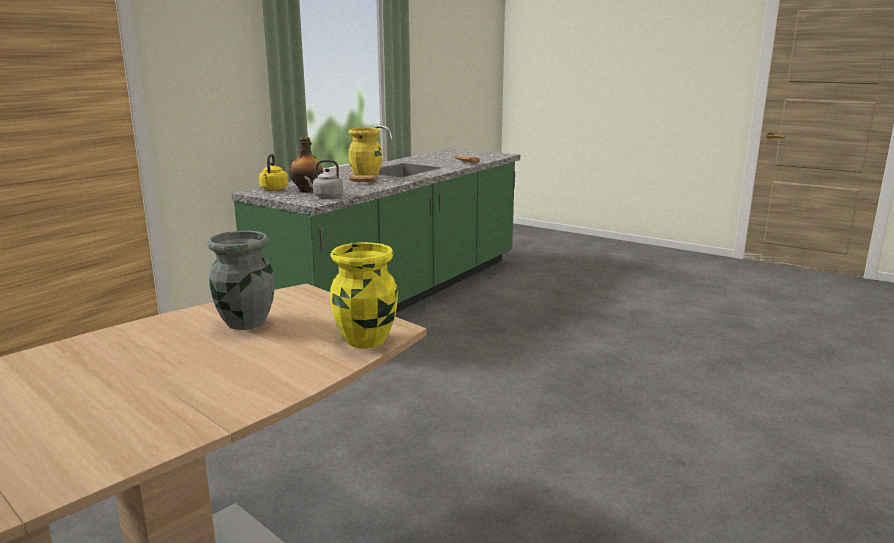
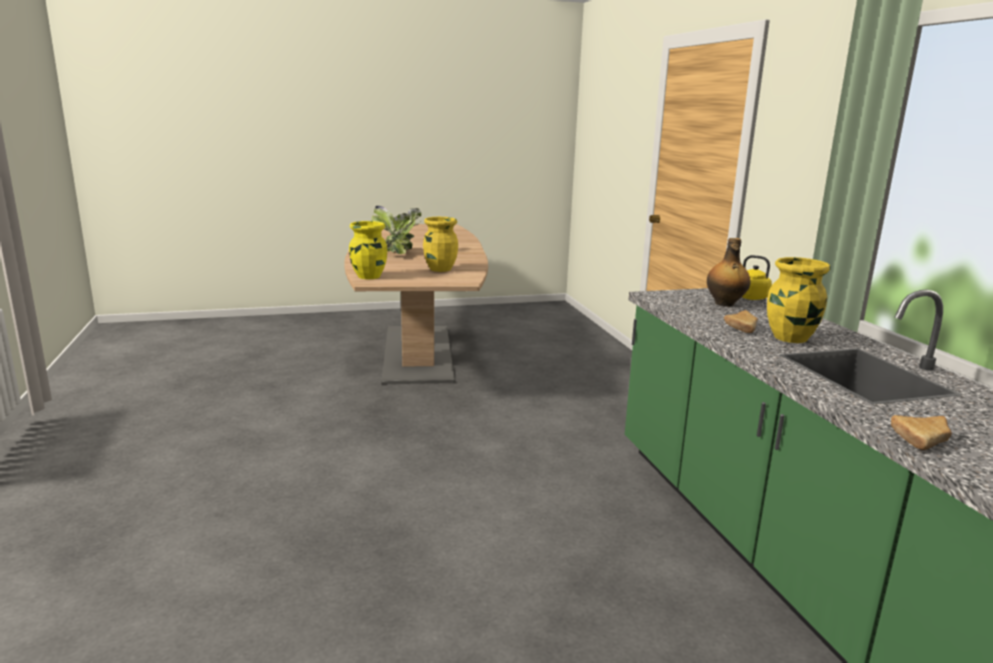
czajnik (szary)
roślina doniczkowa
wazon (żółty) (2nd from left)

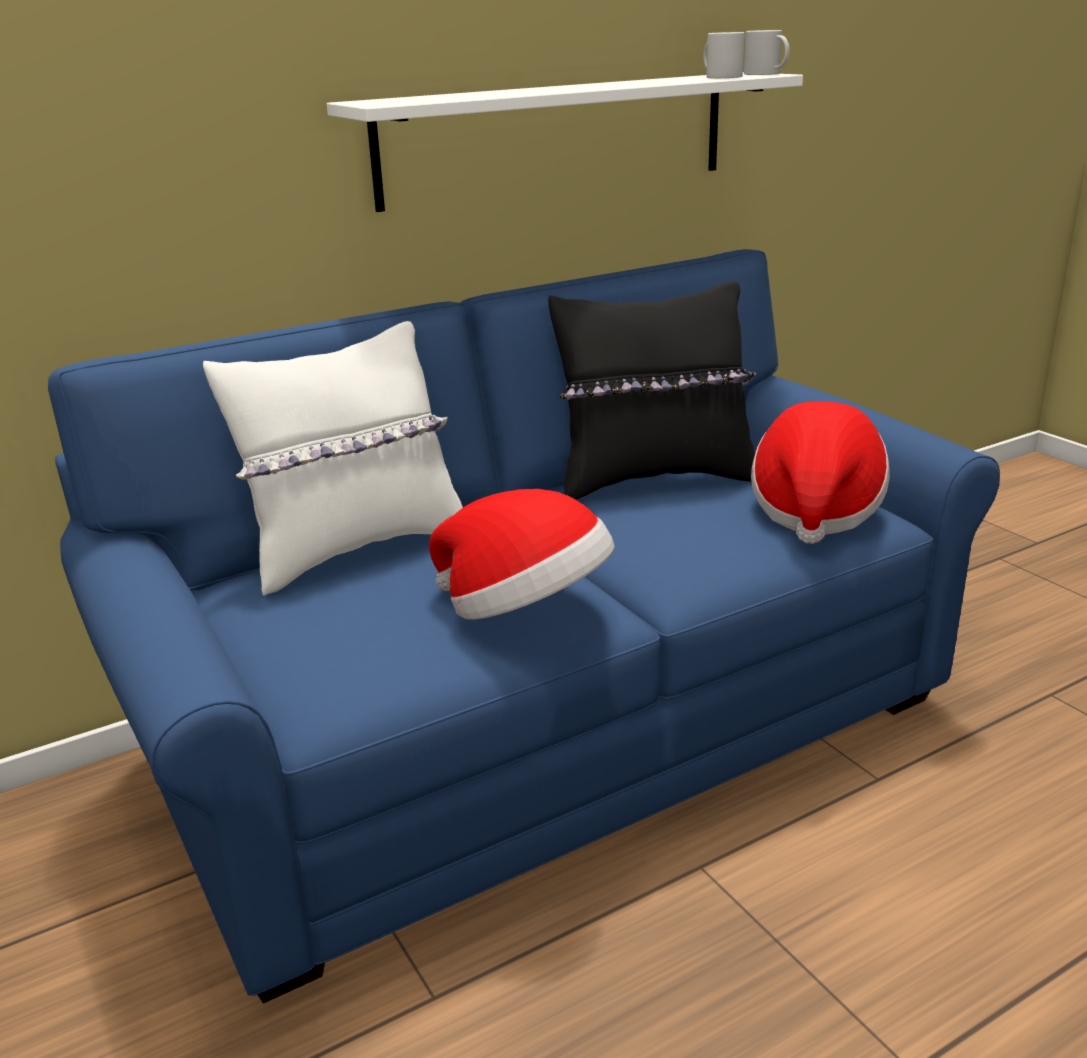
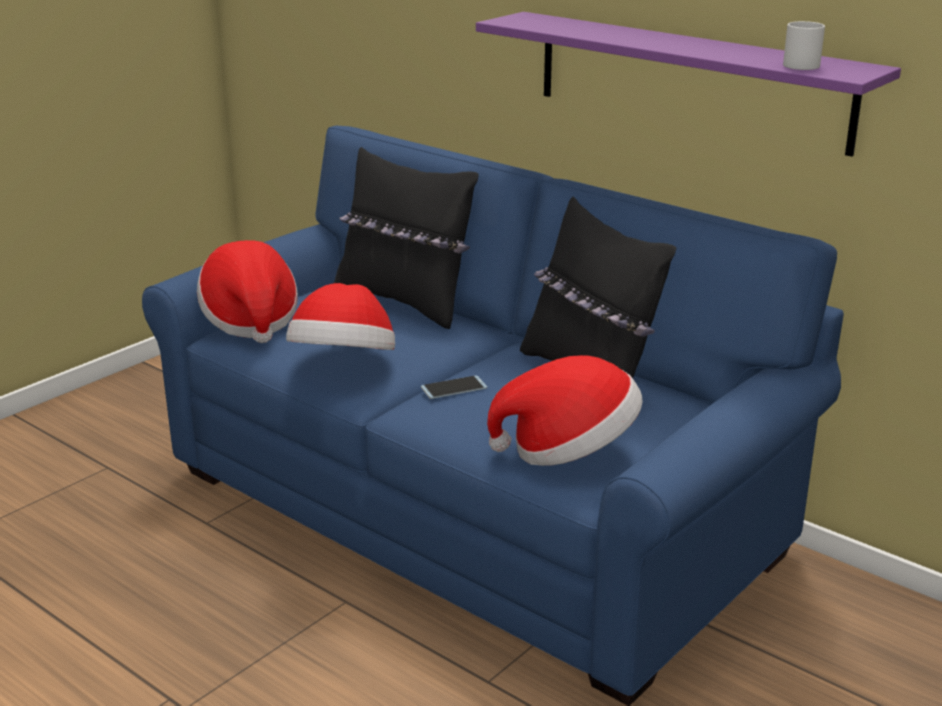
kubek (biały) (2nd from left in the first image)
kapelusz (1st from left)
telefon
poduszka (czarny) (1st from left)
półka (fioletowy)

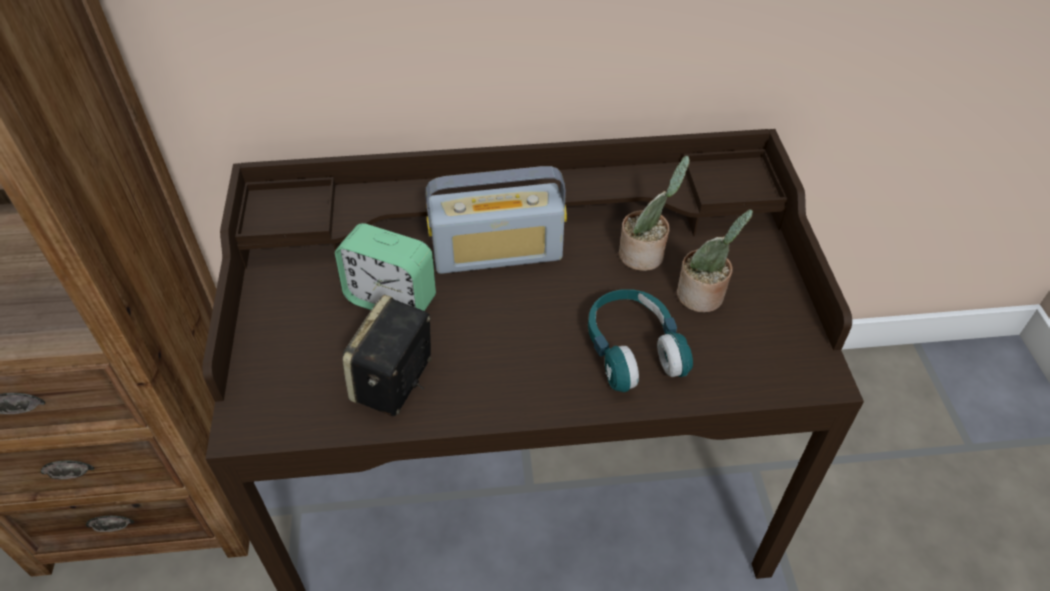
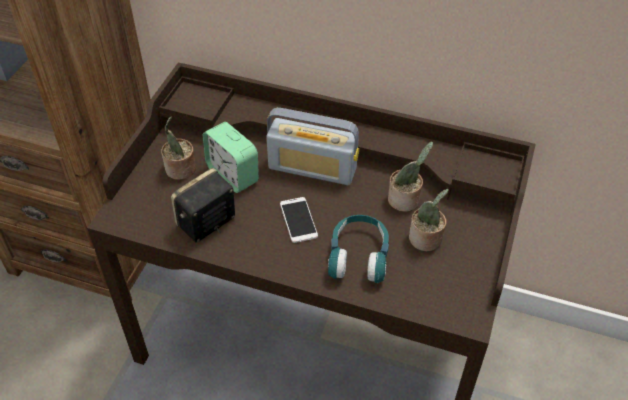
roślina doniczkowa (1st from left)
telefon

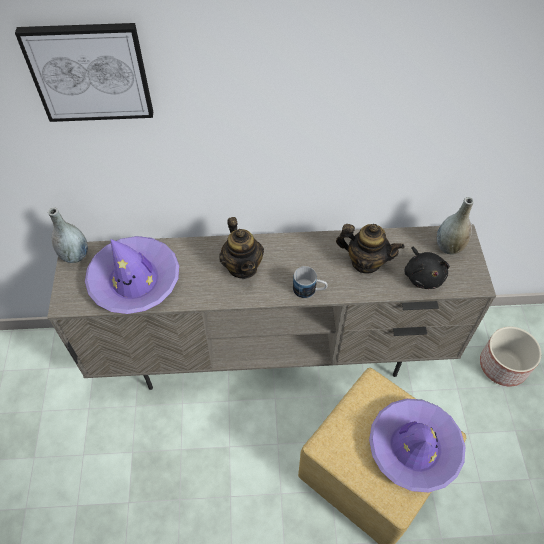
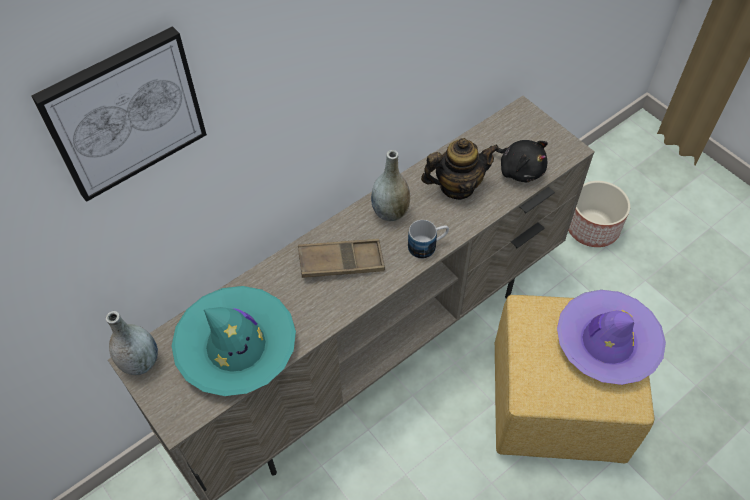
wazon (szary) (2nd from left)
taca (brązowy)
kapelusz (turkusowy)

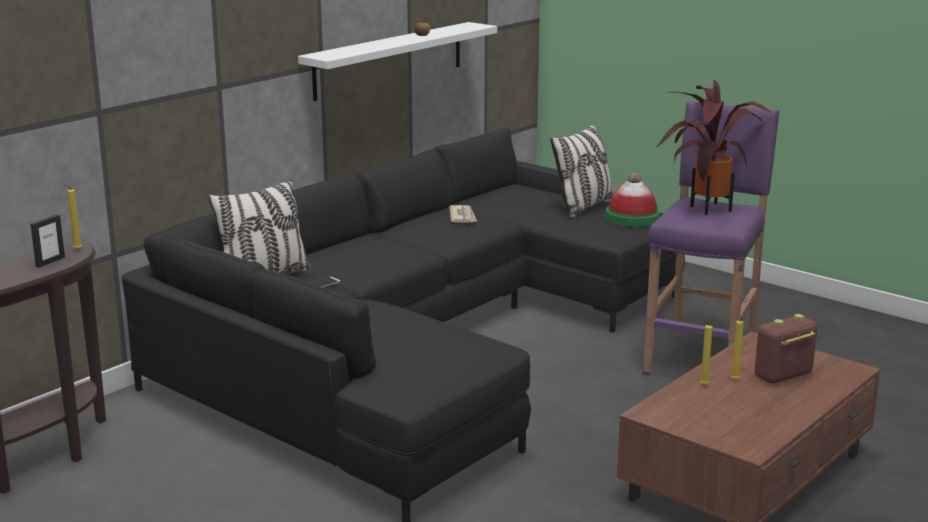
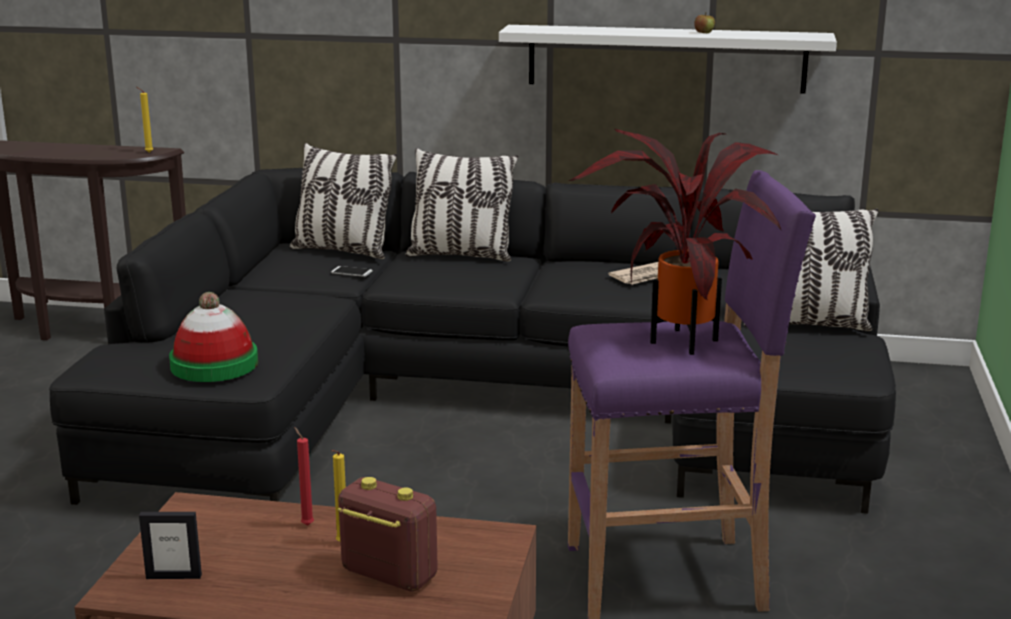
poduszka (2nd from left)
ramka na zdjęcie
kapelusz
świeca (czerwony)

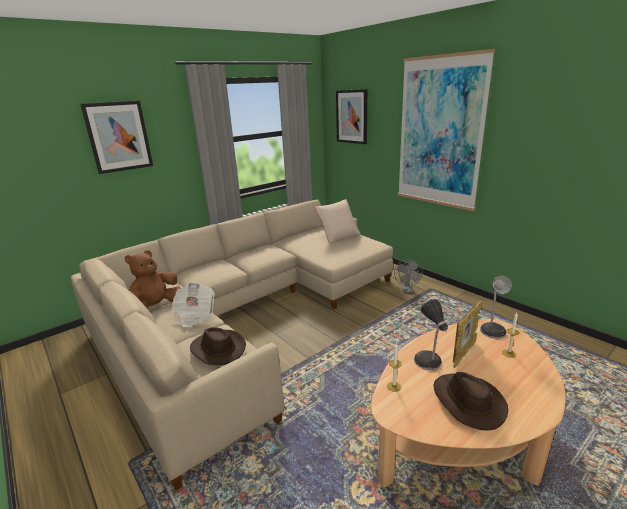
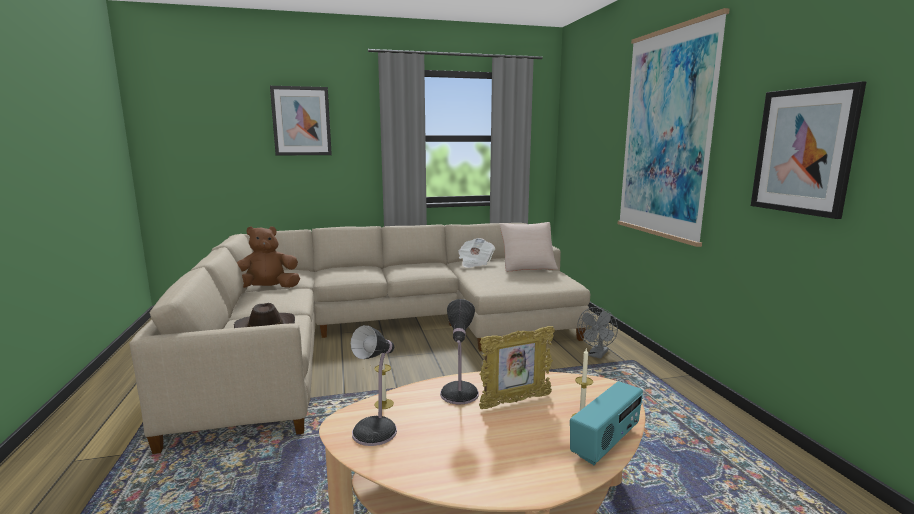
kapelusz (brązowy) (2nd from left in the first image)
radio
gazeta
obraz (3rd from left)
lampa stołowa (1st from left)

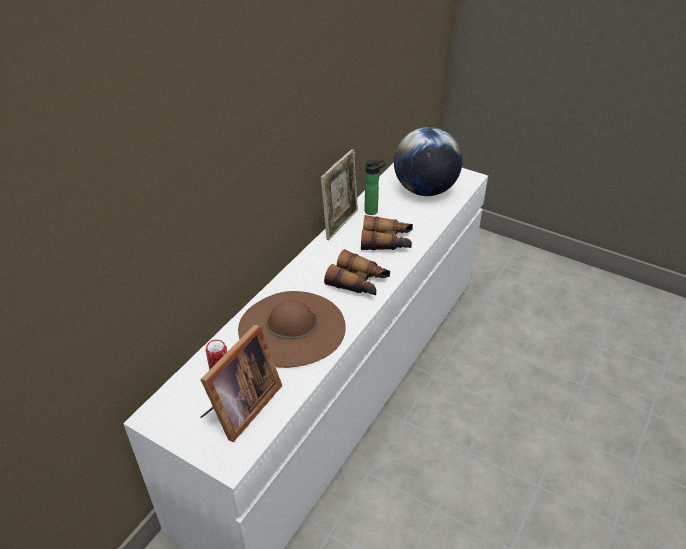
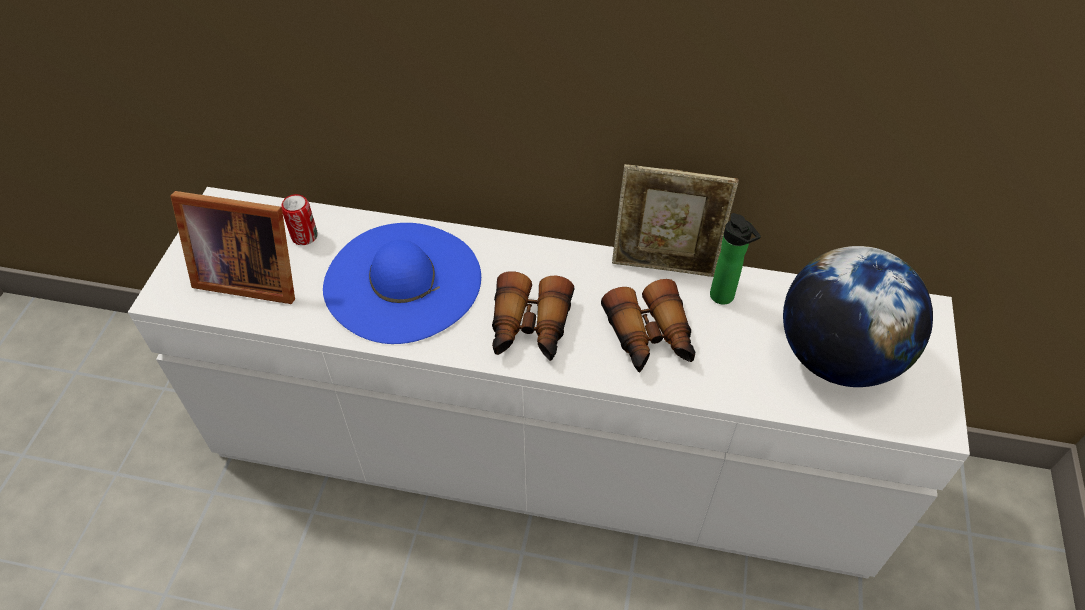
kapelusz (niebieski)

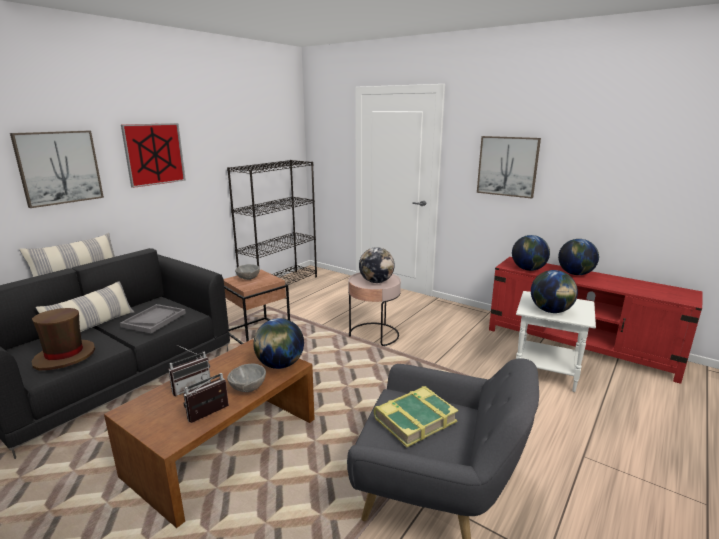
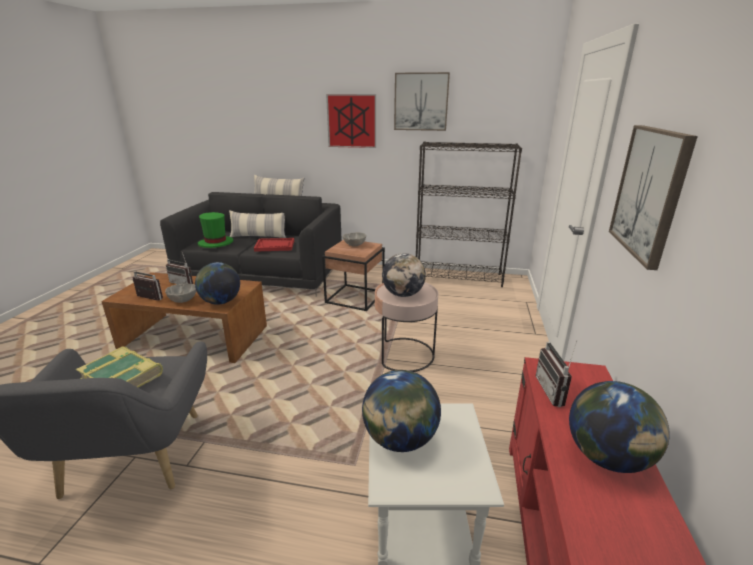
obraz (2nd from left)
radio (3rd from left)
kapelusz (zielony)
taca (czerwony)

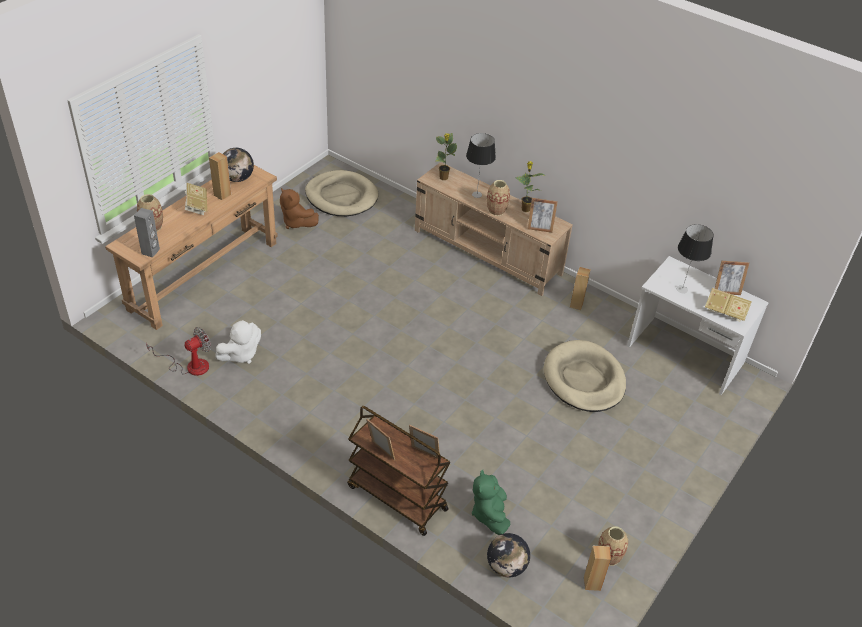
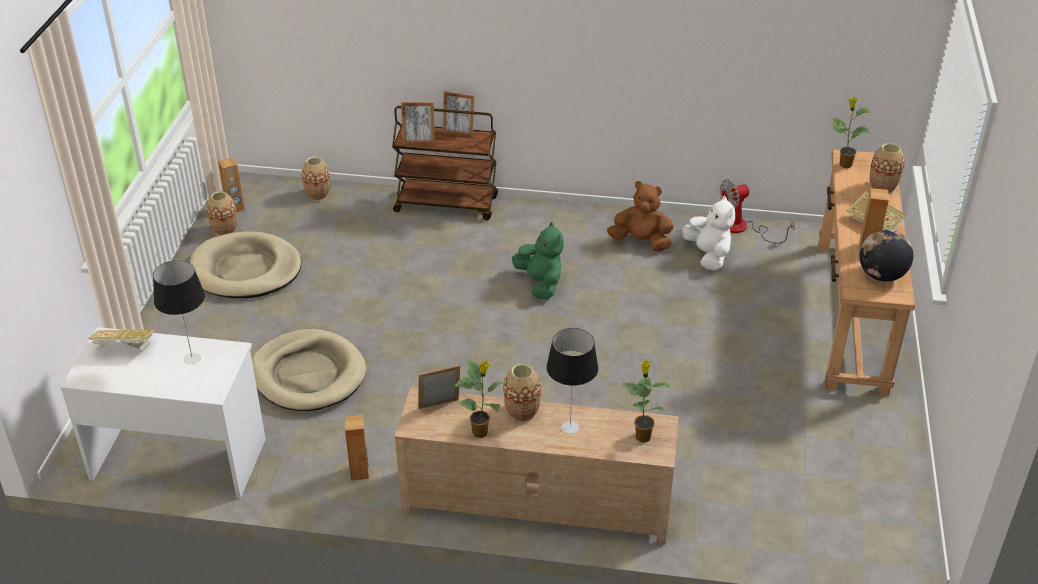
ramka na zdjęcie (4th from left in the first image)
pluszak (brązowy)
legowisko (beżowy) (1st from left)
pluszak (zielony)
roślina doniczkowa (3rd from left)
wazon (2nd from left)
wentylator
pluszak (biały)

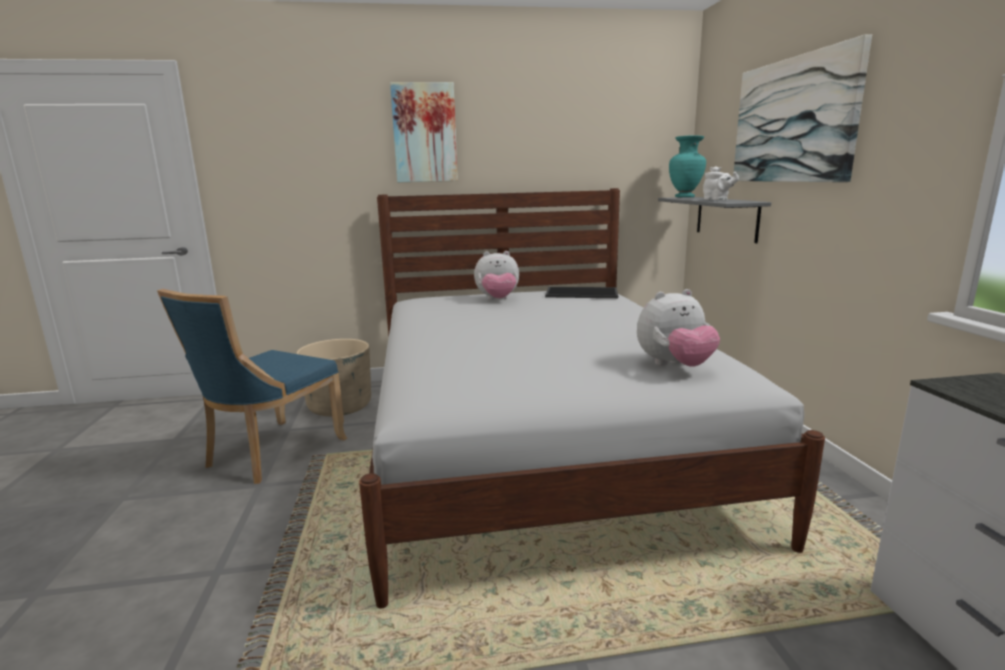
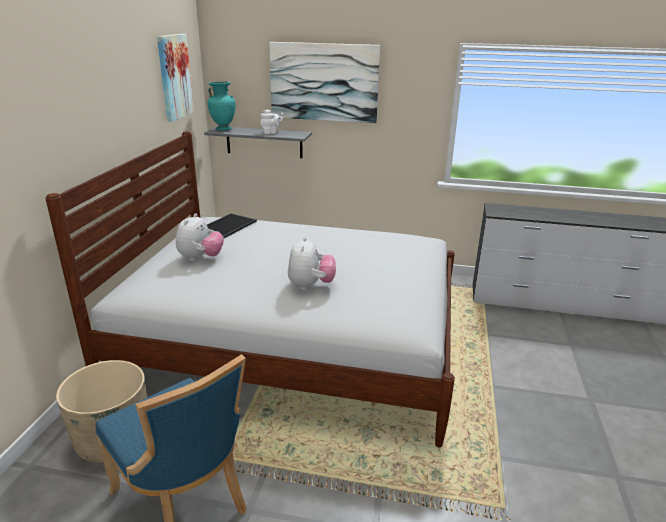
obraz (1st from left)
pluszak (2nd from left)

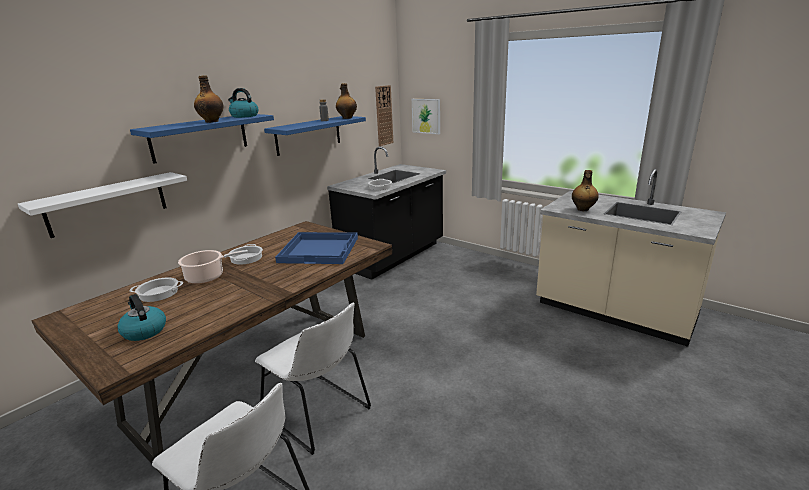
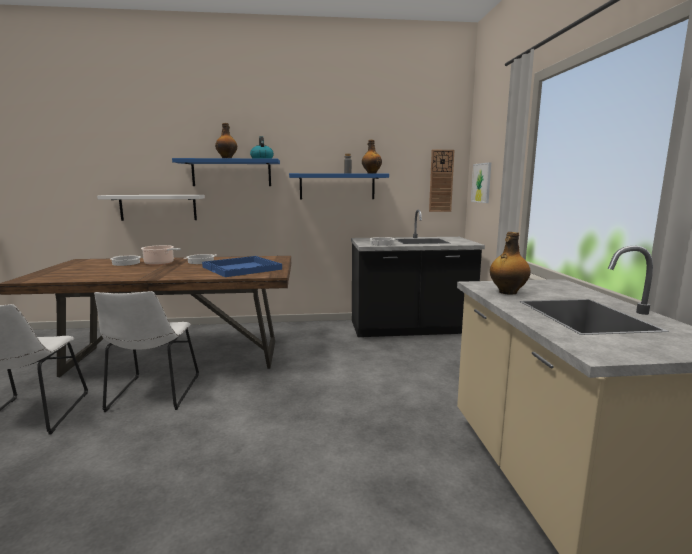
czajnik (1st from left in the first image)

